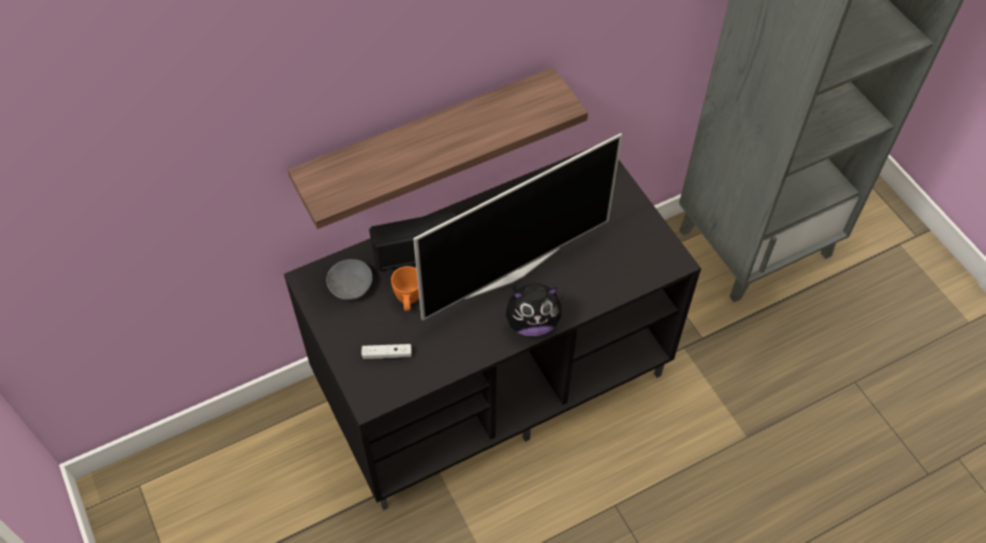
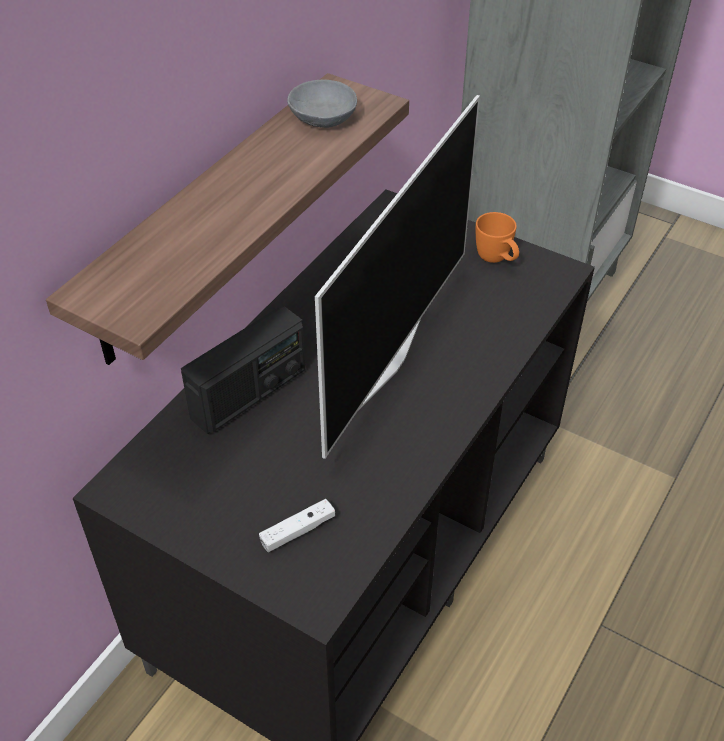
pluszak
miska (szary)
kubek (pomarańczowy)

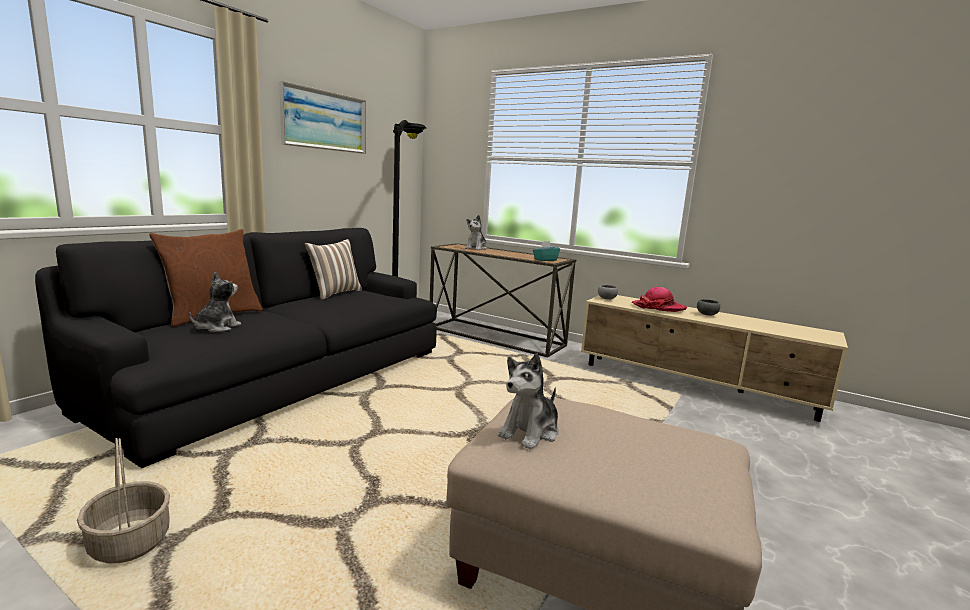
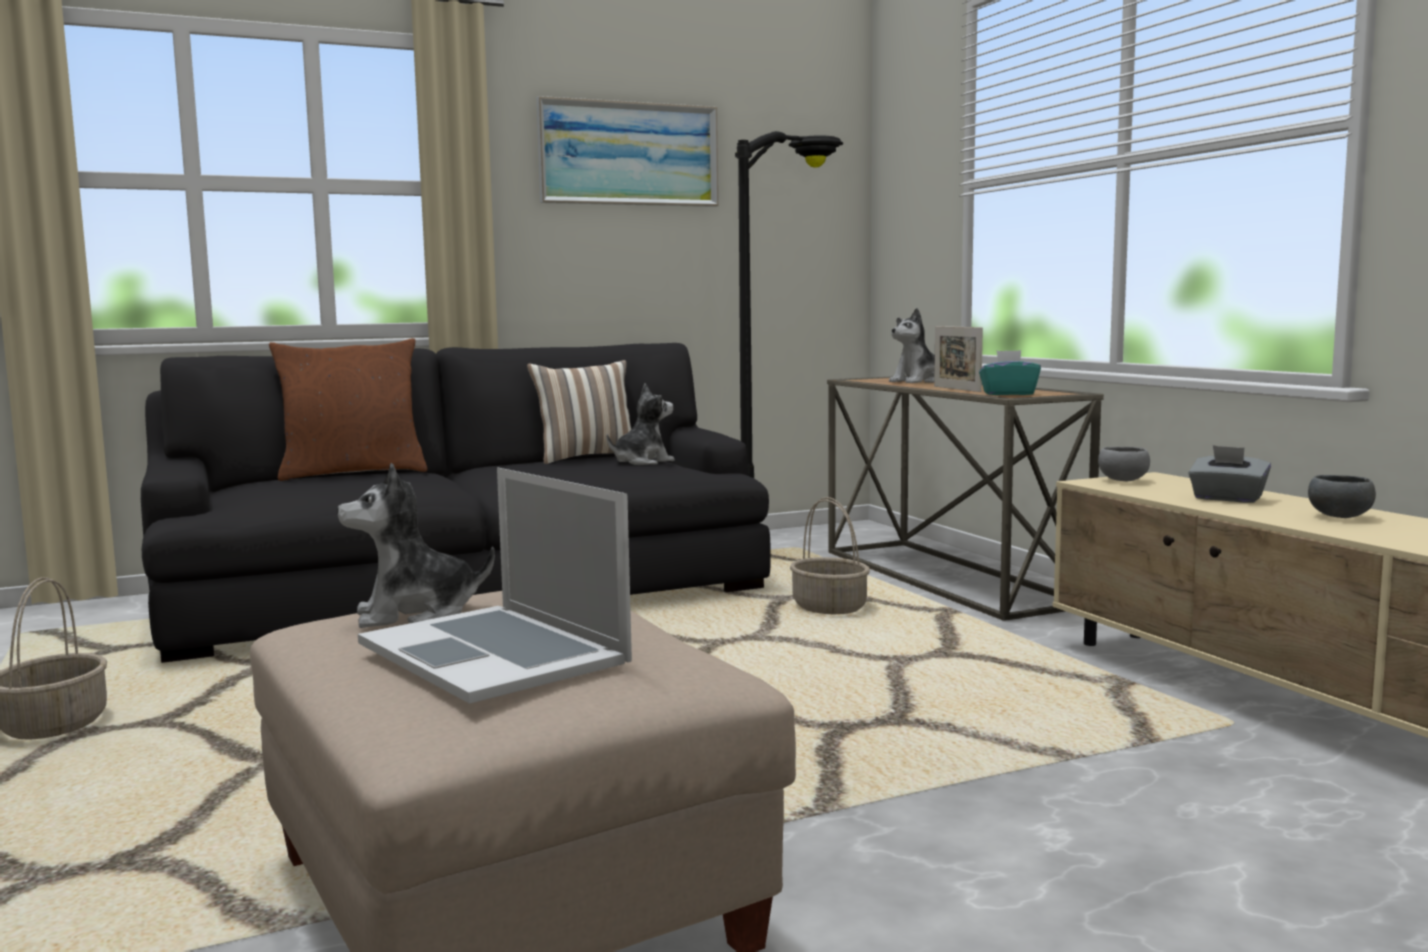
laptop
koszyk (2nd from left)
ramka na zdjęcie
pluszak (2nd from left)
pudełko chusteczek (szary)

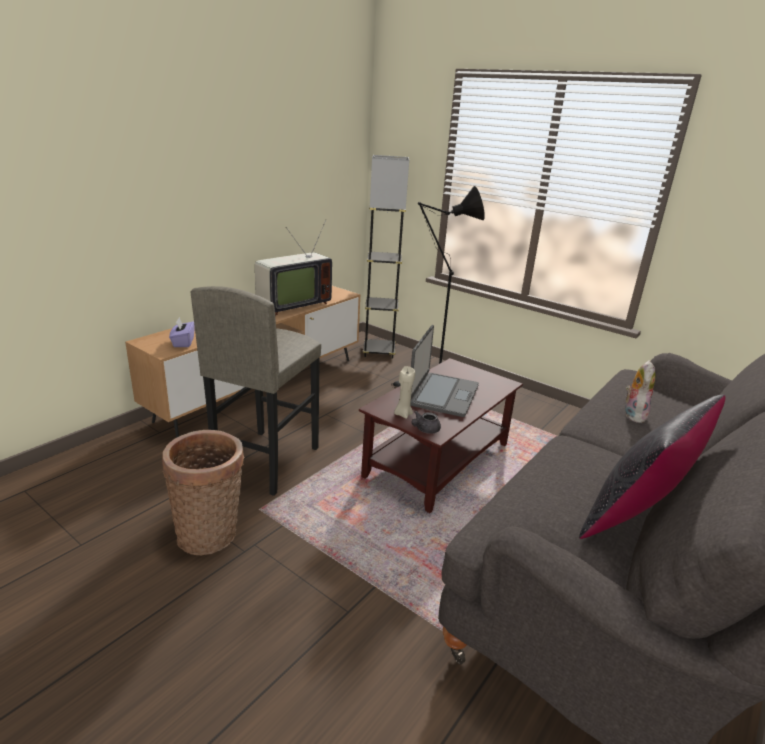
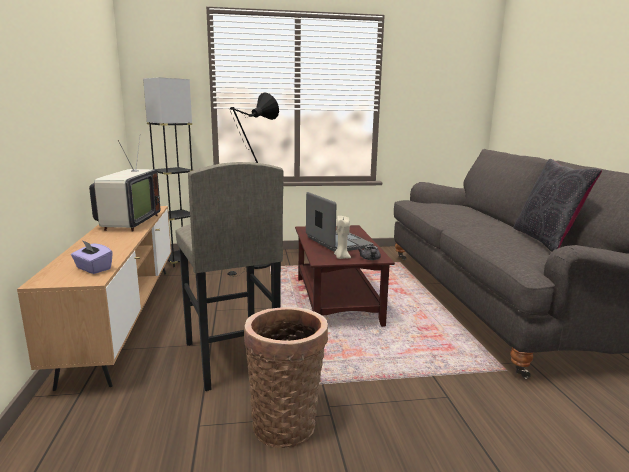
pluszak

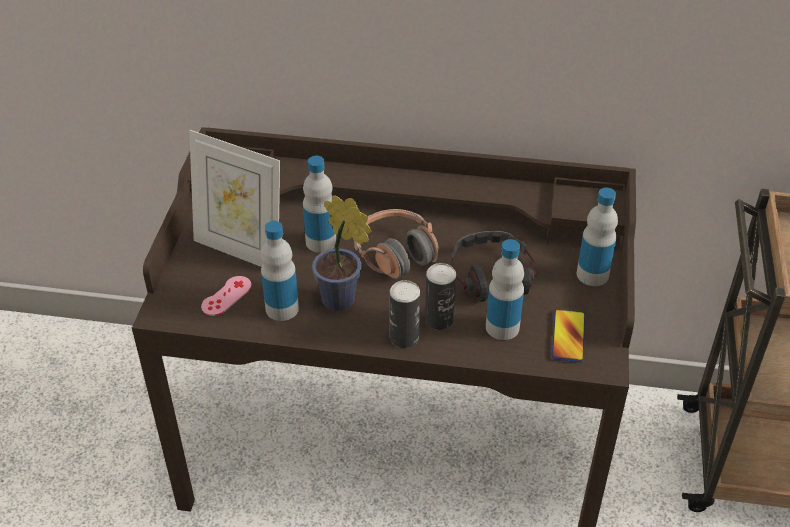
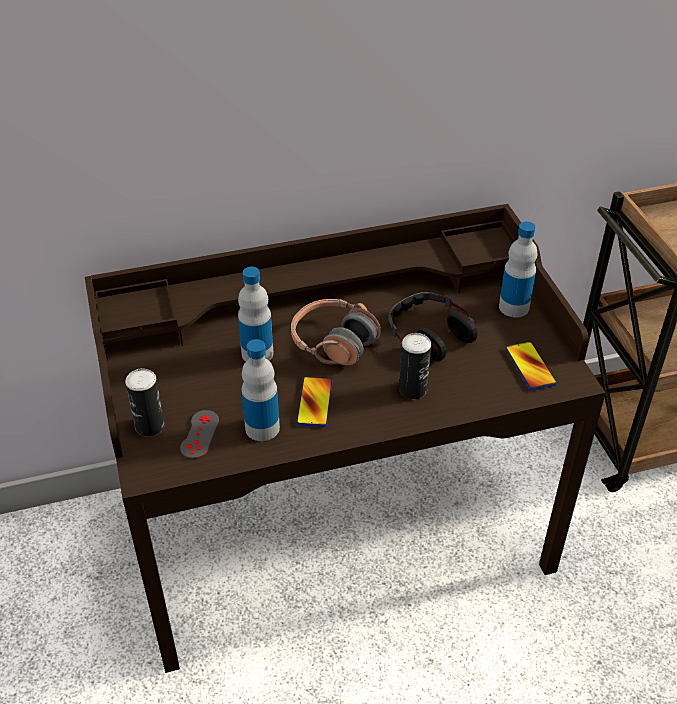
ramka na zdjęcie
butelka (3rd from left in the first image)
puszka (1st from left)
telefon (1st from left)
pad do gier (szary)

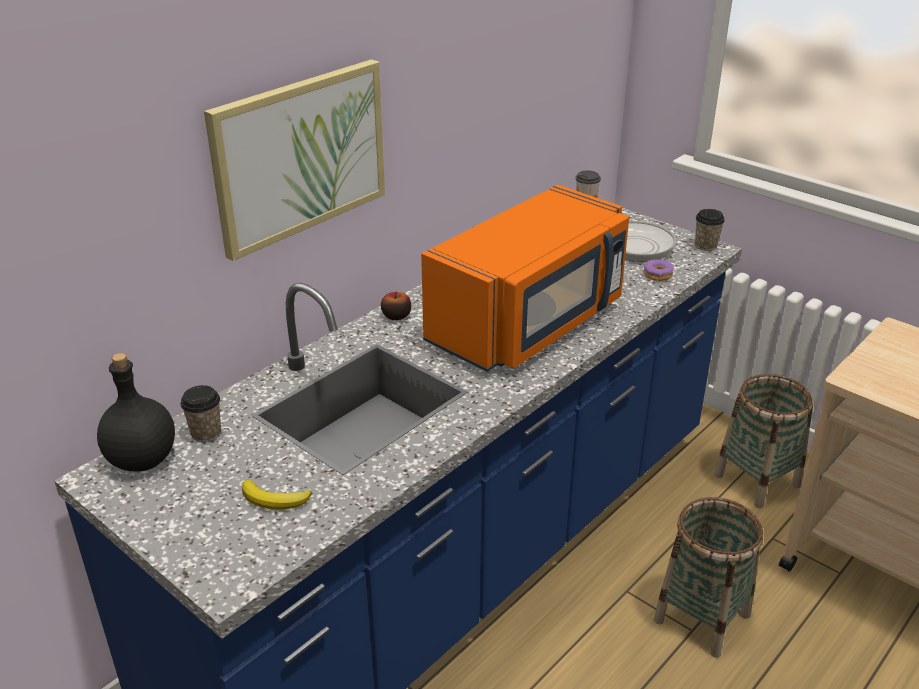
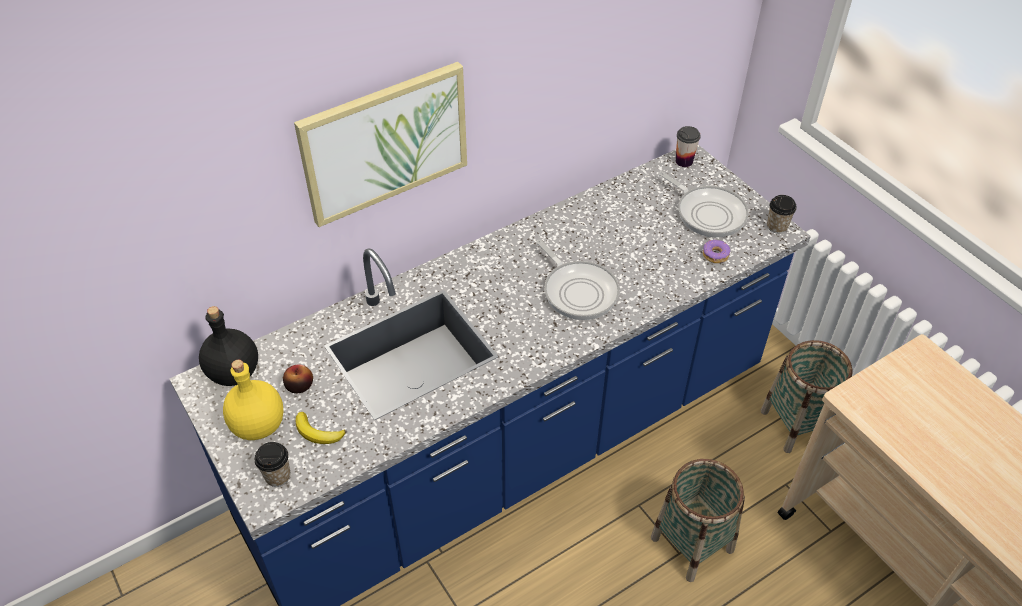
butelka (żółty)
filiżanka (1st from left)
jabłko
patelnia (1st from left)

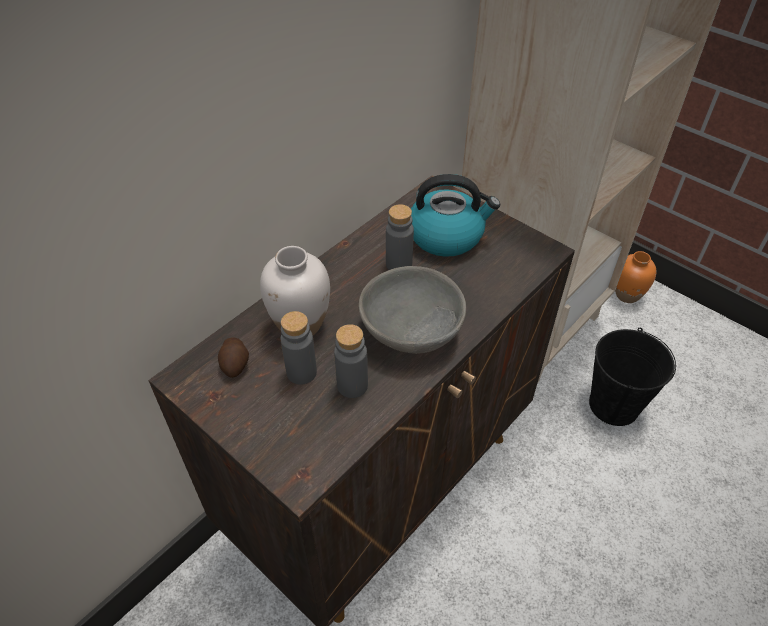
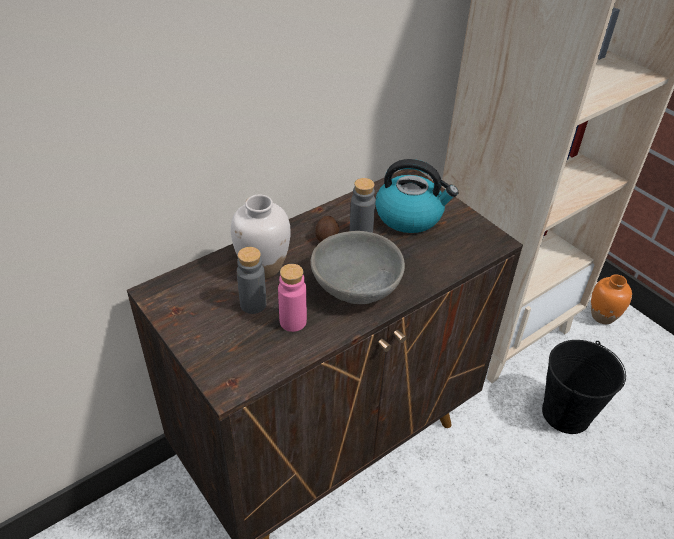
ziemniak
butelka (różowy)

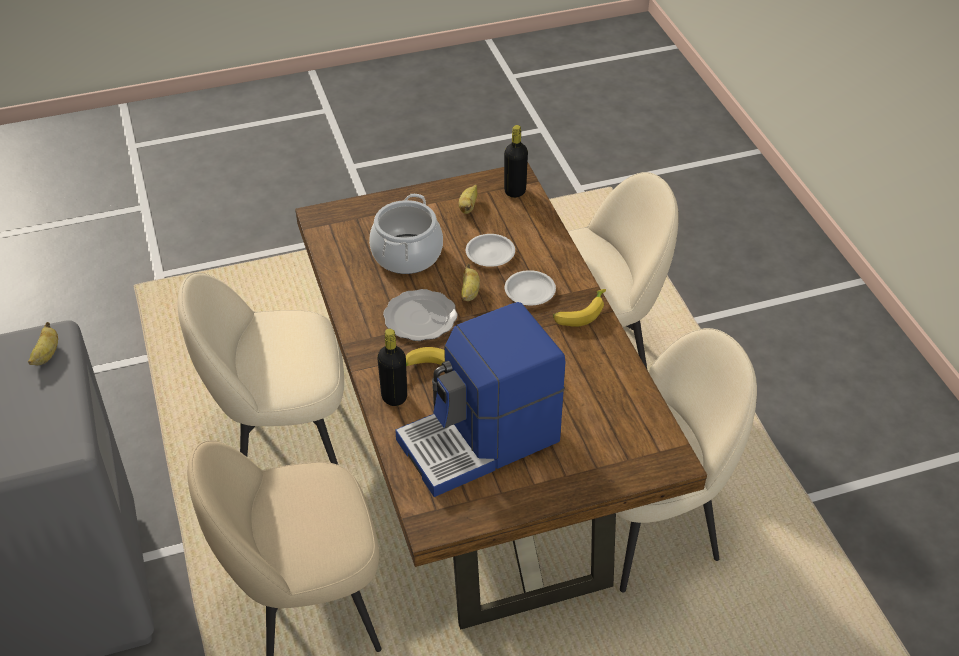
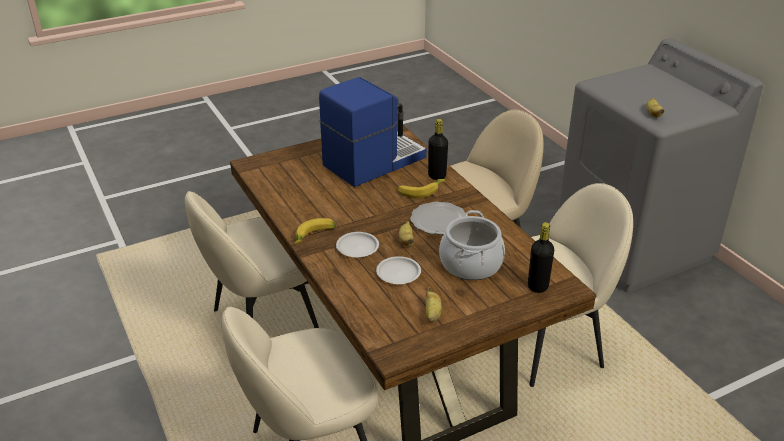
butelka (czarny) (2nd from left)

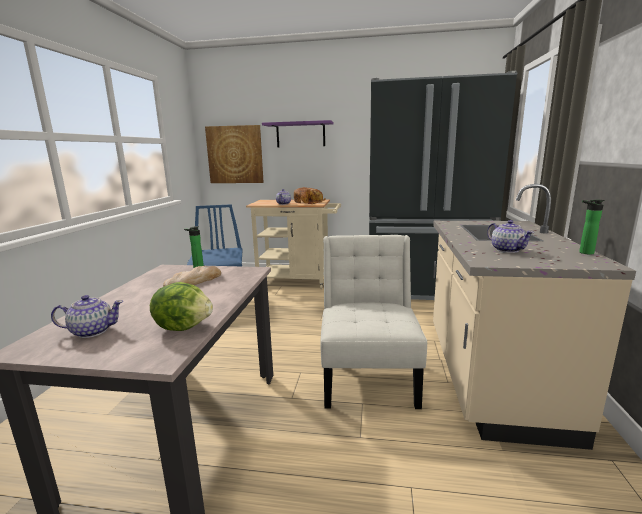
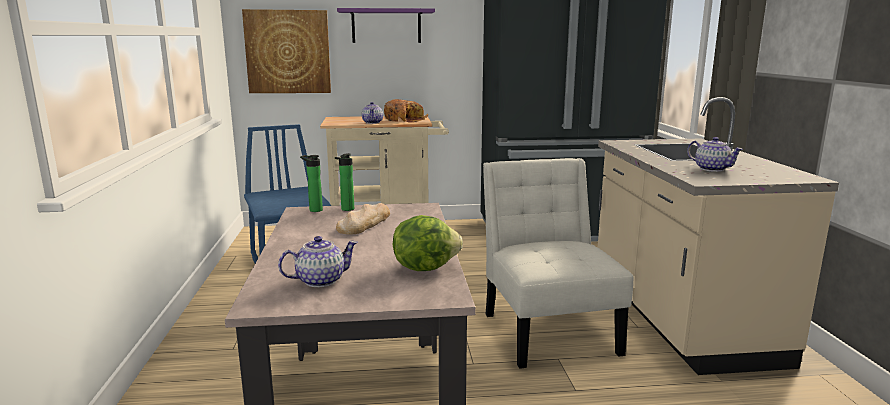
butelka (1st from left)

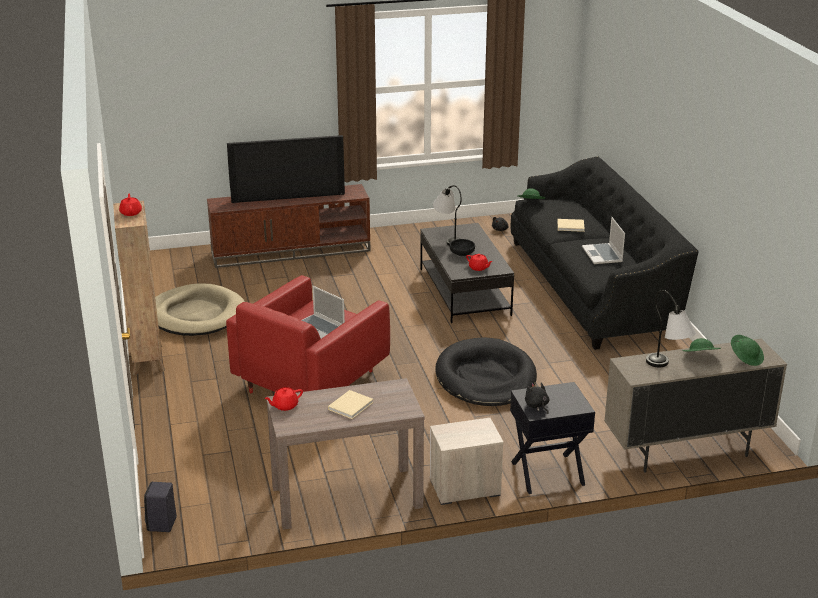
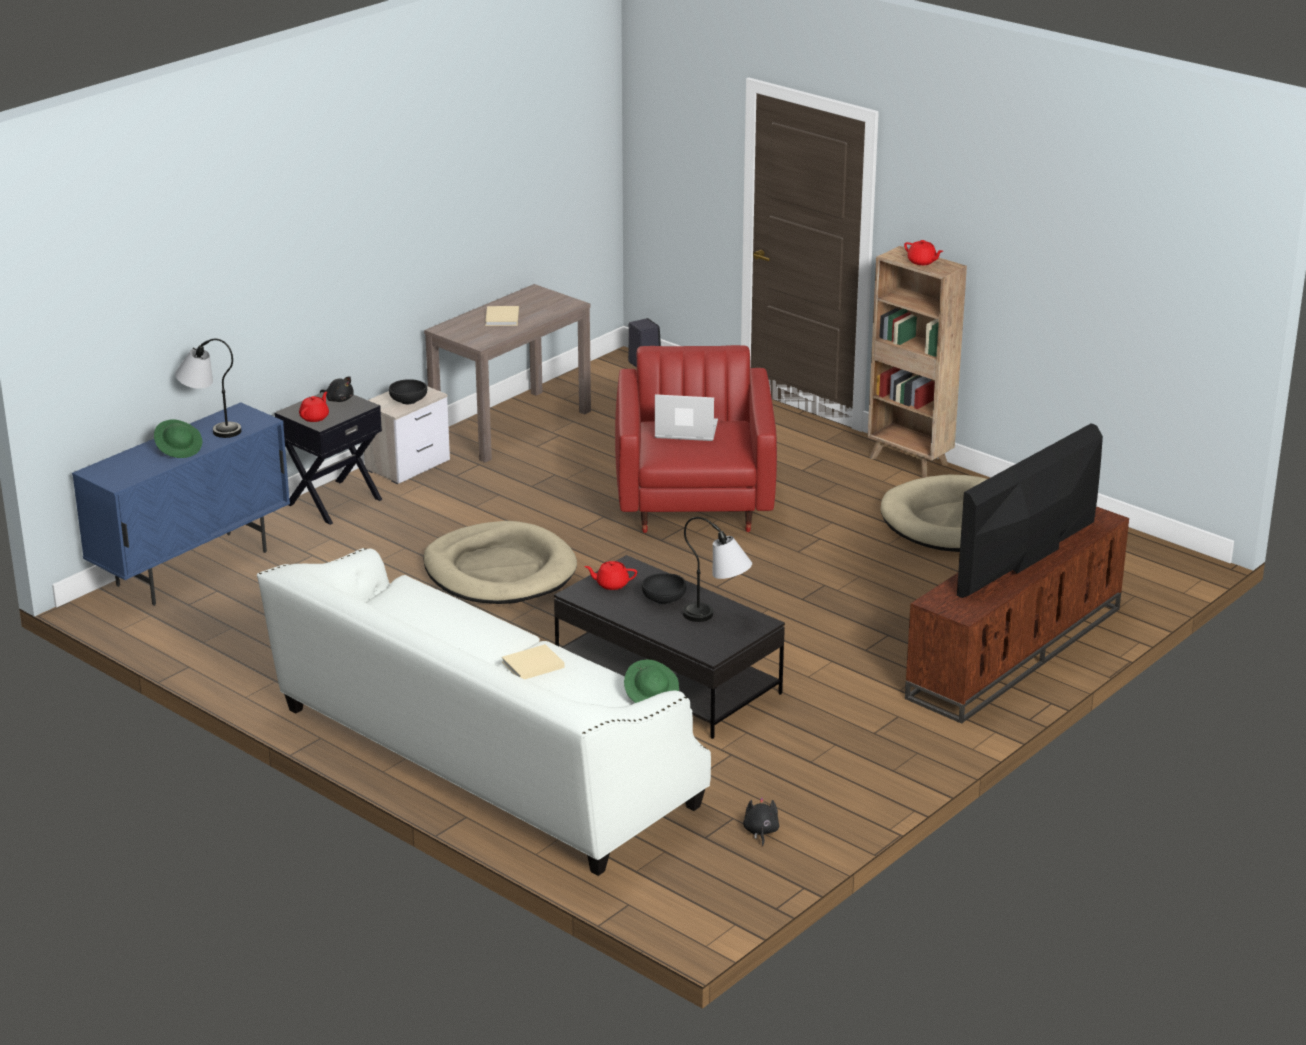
laptop (2nd from left in the first image)
kapelusz (zielony) (3rd from left in the first image)
miska (czarny) (1st from left)
imbryk (czerwony) (1st from left)
legowisko (beżowy) (1st from left)
kanapa (biały)
szafka (niebieski)

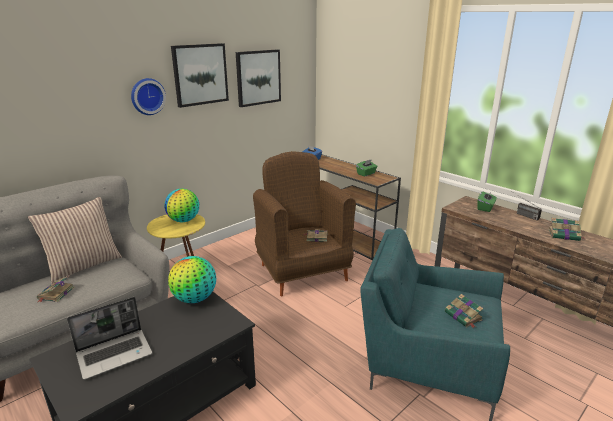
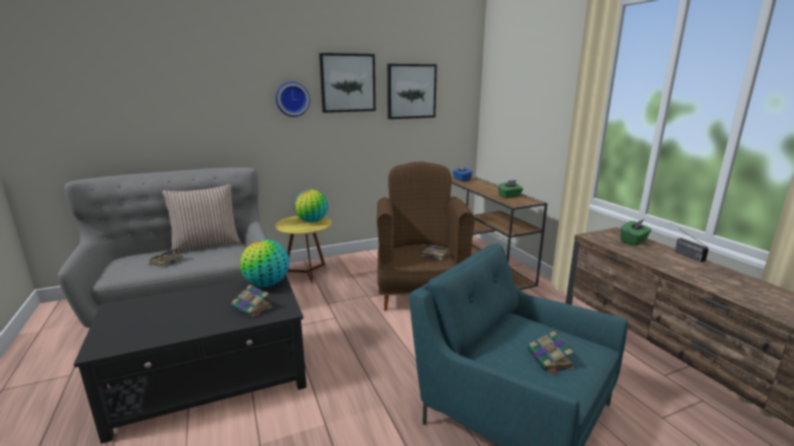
laptop
książka (2nd from left)

